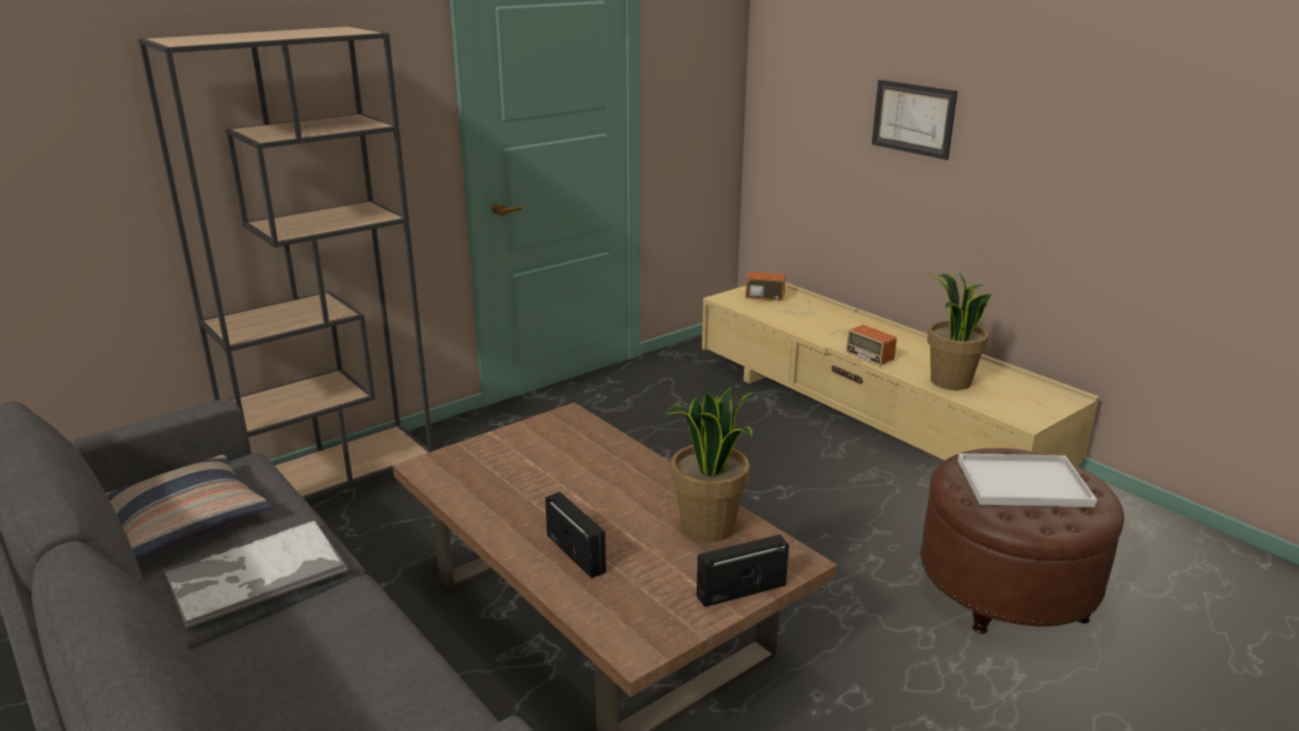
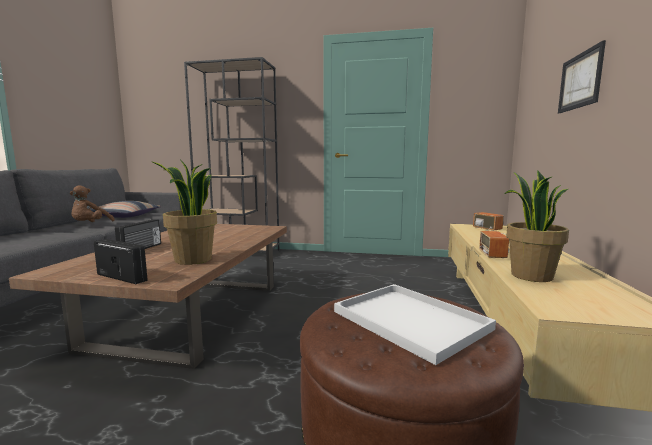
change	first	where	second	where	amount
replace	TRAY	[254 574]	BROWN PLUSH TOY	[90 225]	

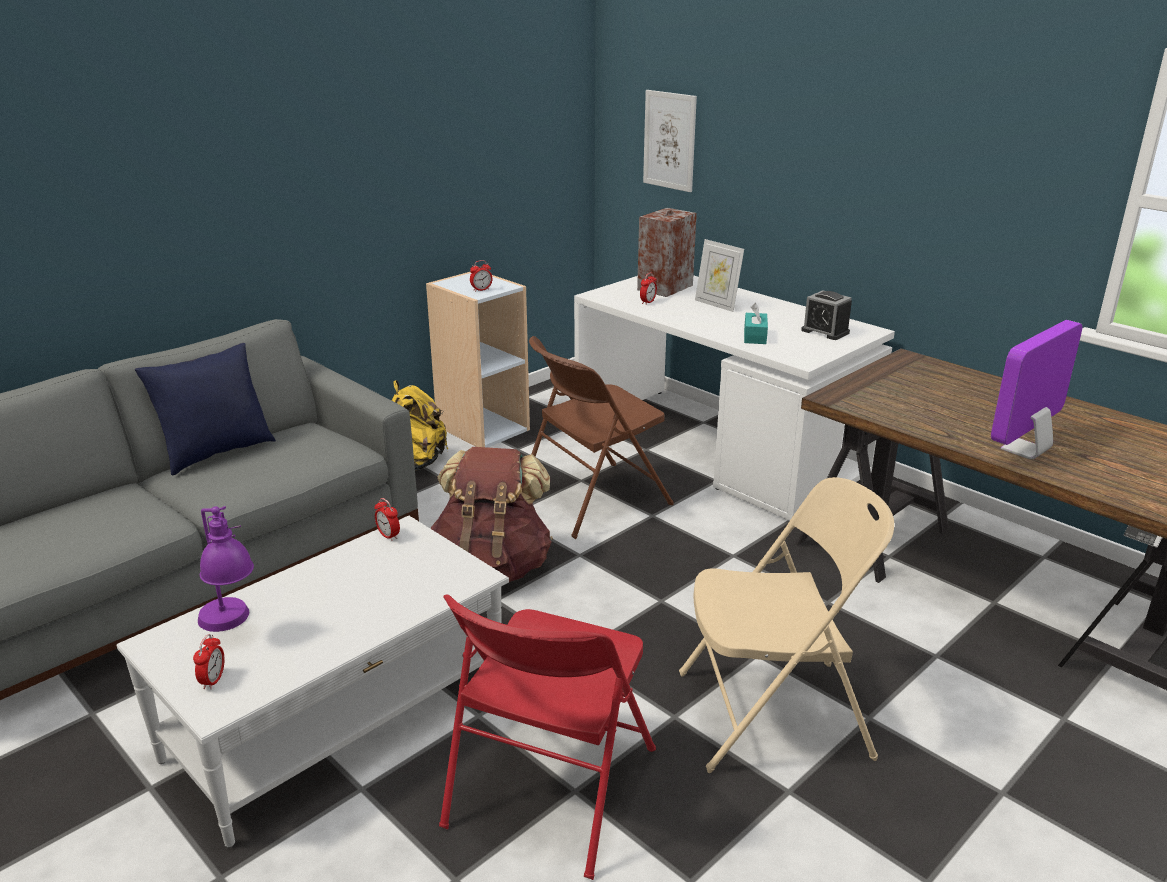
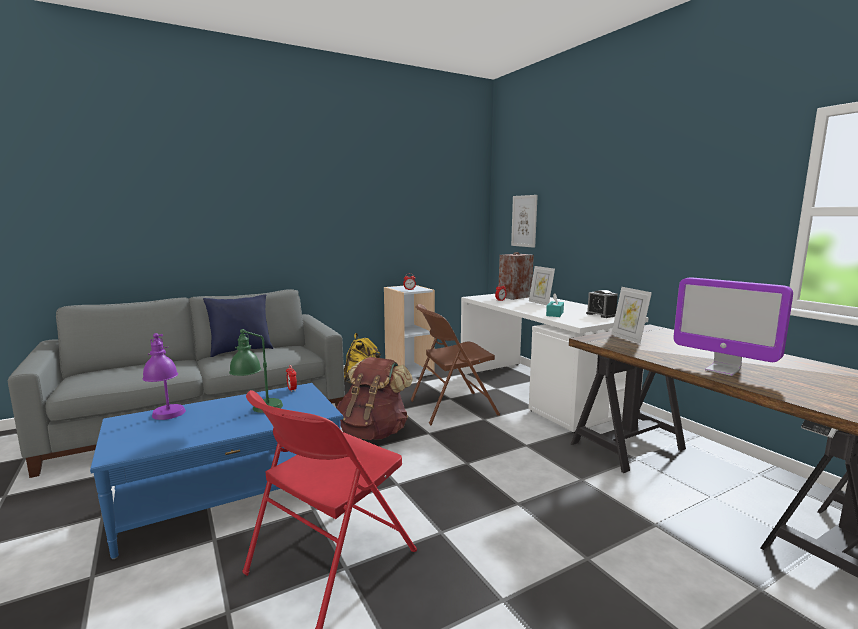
change	first	where	second	where	amount
recolor	WHITE COFFEE TABLE	[340 718]	BLUE COFFEE TABLE	[232 497]	
insert			GREEN TABLE LAMP	[259 411]	
insert			PICTURE FRAME	[628 338]	
rotate	MONITOR	[1025 450]		[722 370]	105 degrees counterclockwise
delete	ALARM CLOCK	[213 680]			
delete	BEIGE CHAIR	[773 714]			

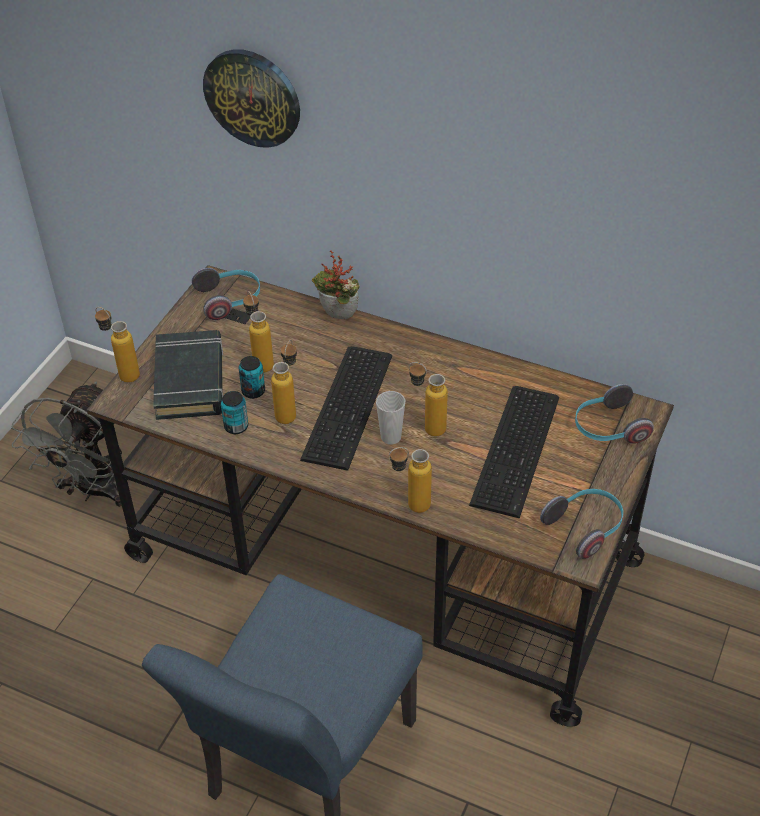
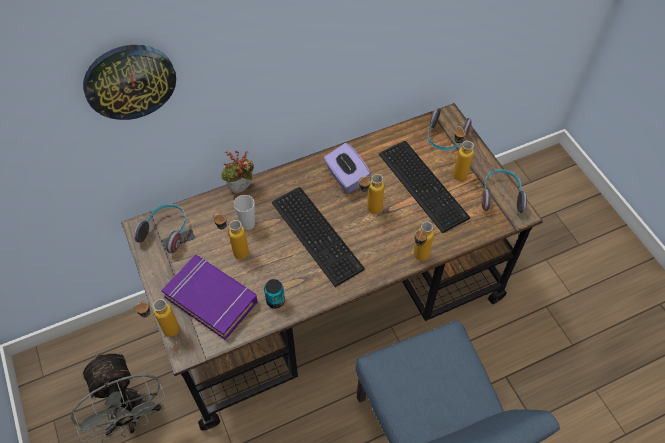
change	first	where	second	where	amount
recolor	BLACK BOOK	[190 380]	PURPLE BOOK	[211 299]	
move	CUP	[391 437]		[247 224]	
insert			PURPLE TISSUE BOX	[346 178]	
move	BOTTLE	[289 411]		[456 171]	
delete	CAN	[253 391]			

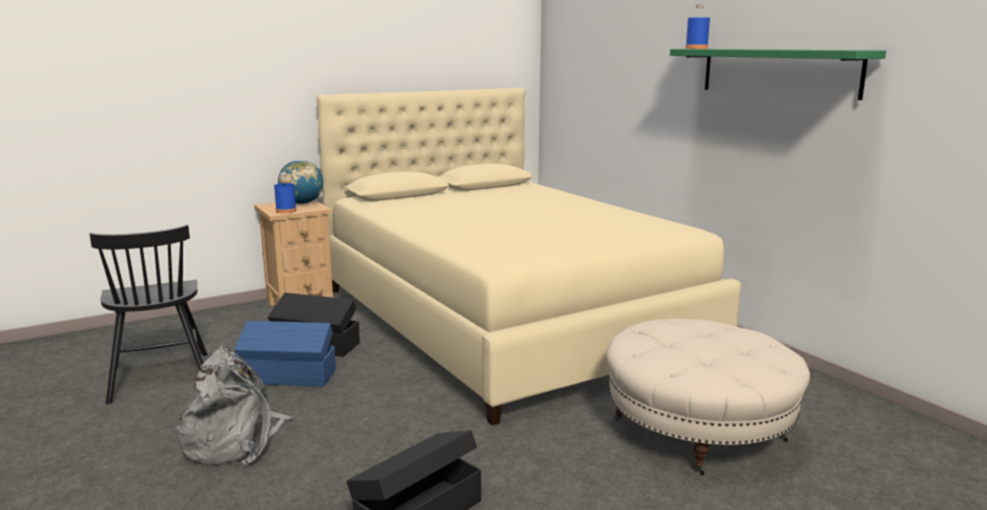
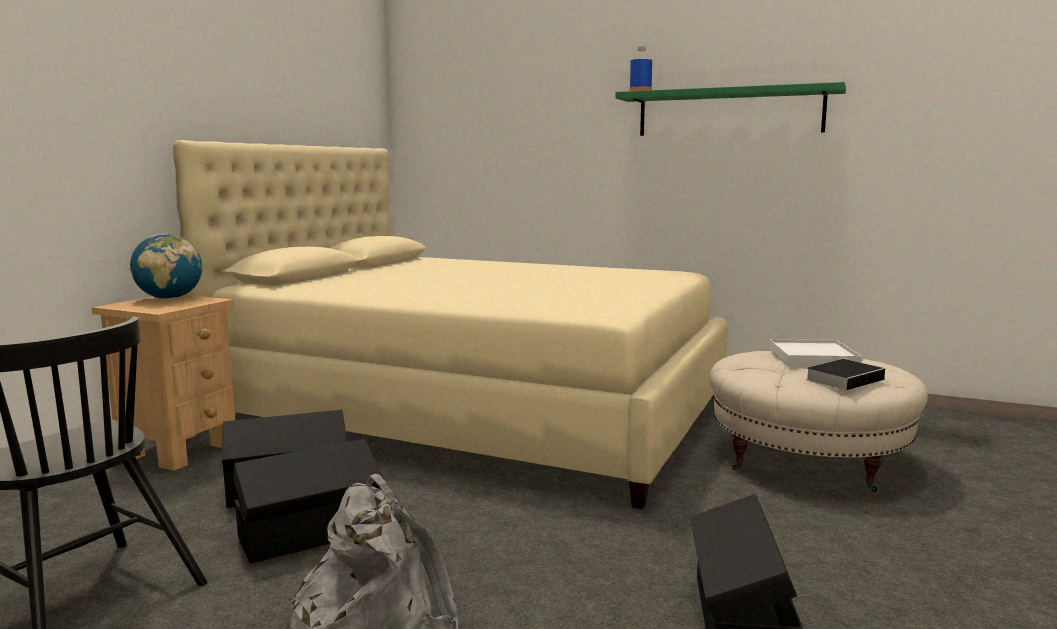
change	first	where	second	where	amount
recolor	BLUE STORAGE BOX	[289 377]	BLACK STORAGE BOX	[313 534]	
insert			WHITE TRAY	[813 357]	
insert			BOOK	[845 379]	
delete	BLUE BOTTLE	[286 211]			

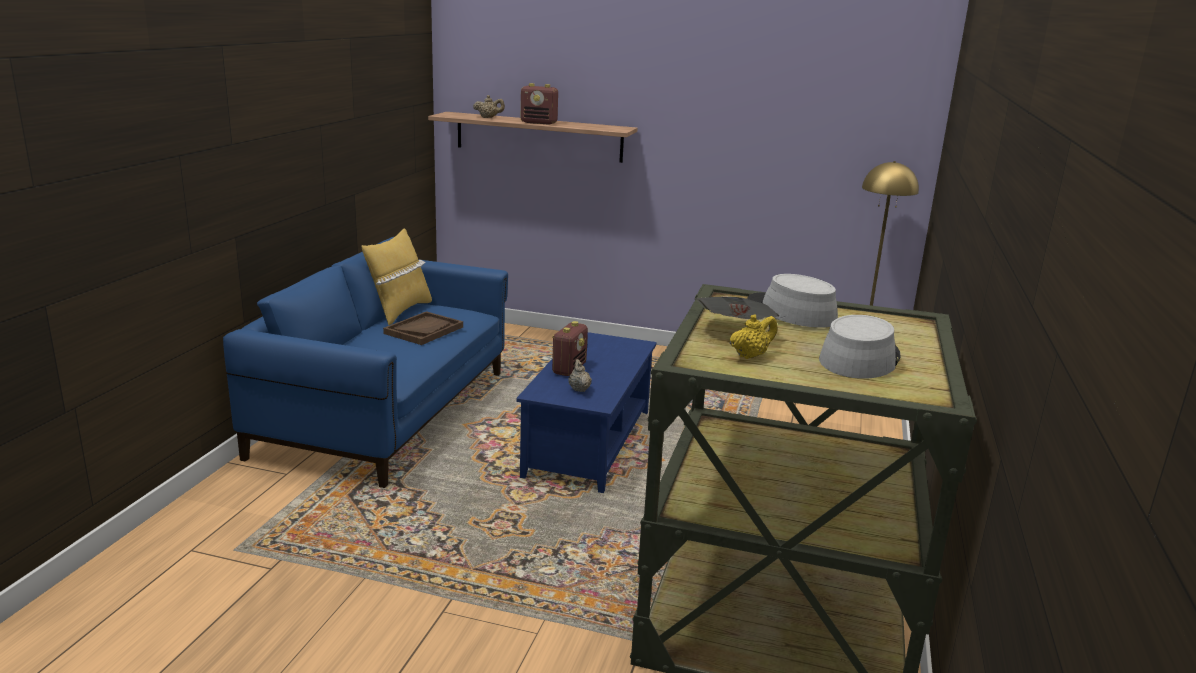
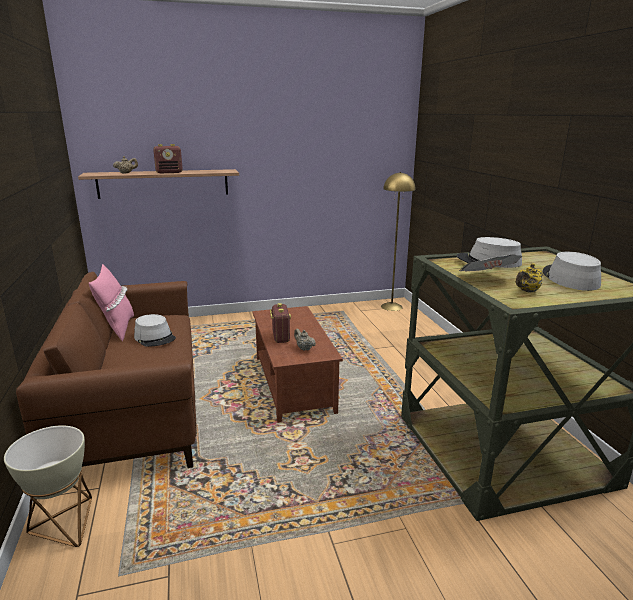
change	first	where	second	where	amount
insert			PLANTER	[64 525]	
recolor	BLUE SOFA	[387 413]	BROWN SOFA	[134 409]	
recolor	YELLOW PILLOW	[399 311]	PINK PILLOW	[117 328]	
replace	BROWN TRAY	[424 330]	GREY HAT	[155 337]	
recolor	BLUE COFFEE TABLE	[587 443]	BROWN COFFEE TABLE	[292 384]	
rotate	YELLOW TEAPOT	[750 355]		[527 291]	150 degrees counterclockwise

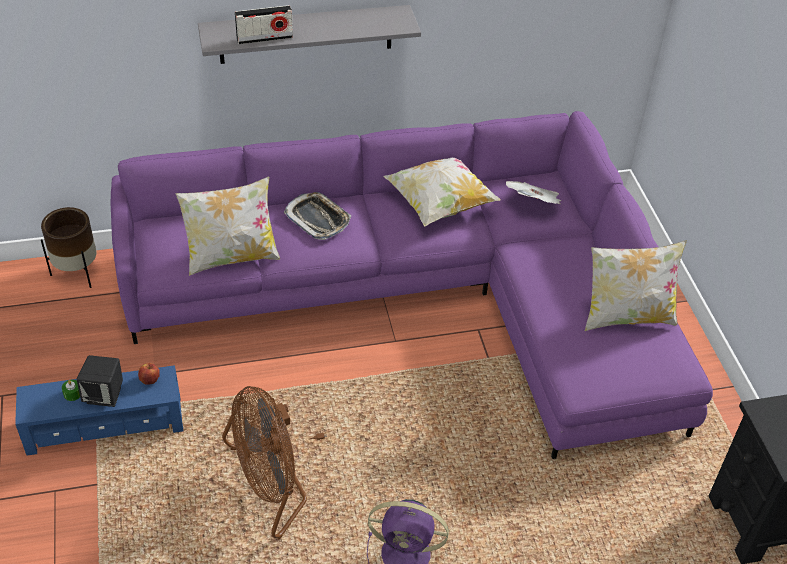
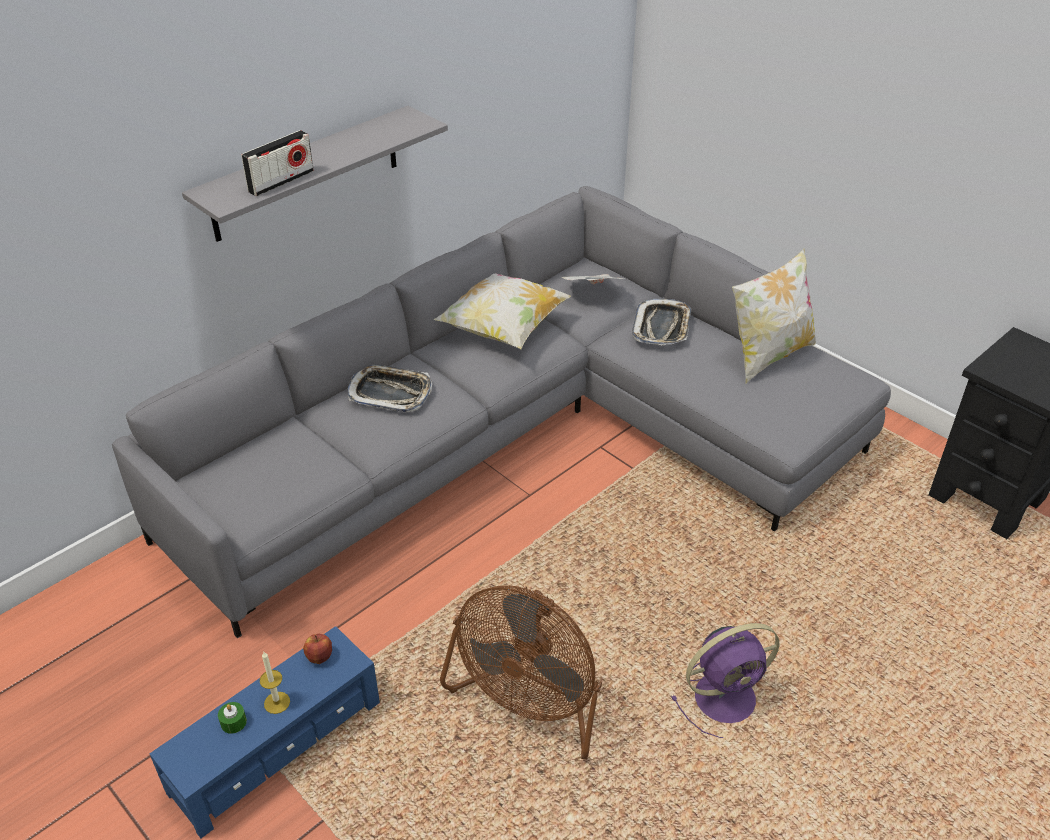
change	first	where	second	where	amount
recolor	PURPLE SOFA	[430 296]	GREY SOFA	[527 437]	
replace	BLACK SPEAKER	[104 395]	CANDLE	[277 702]	
insert			TRAY	[662 327]	
delete	BROWN PLANTER	[78 272]			
delete	PILLOW	[232 257]			

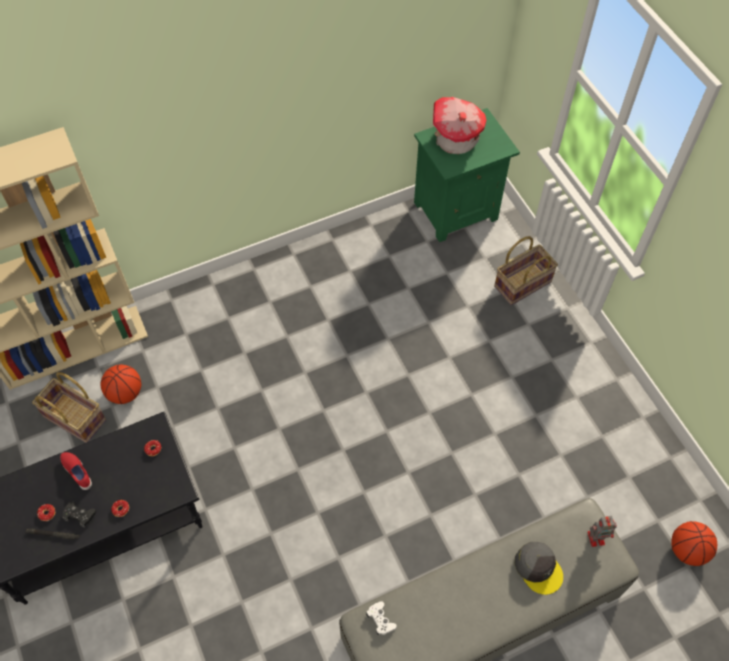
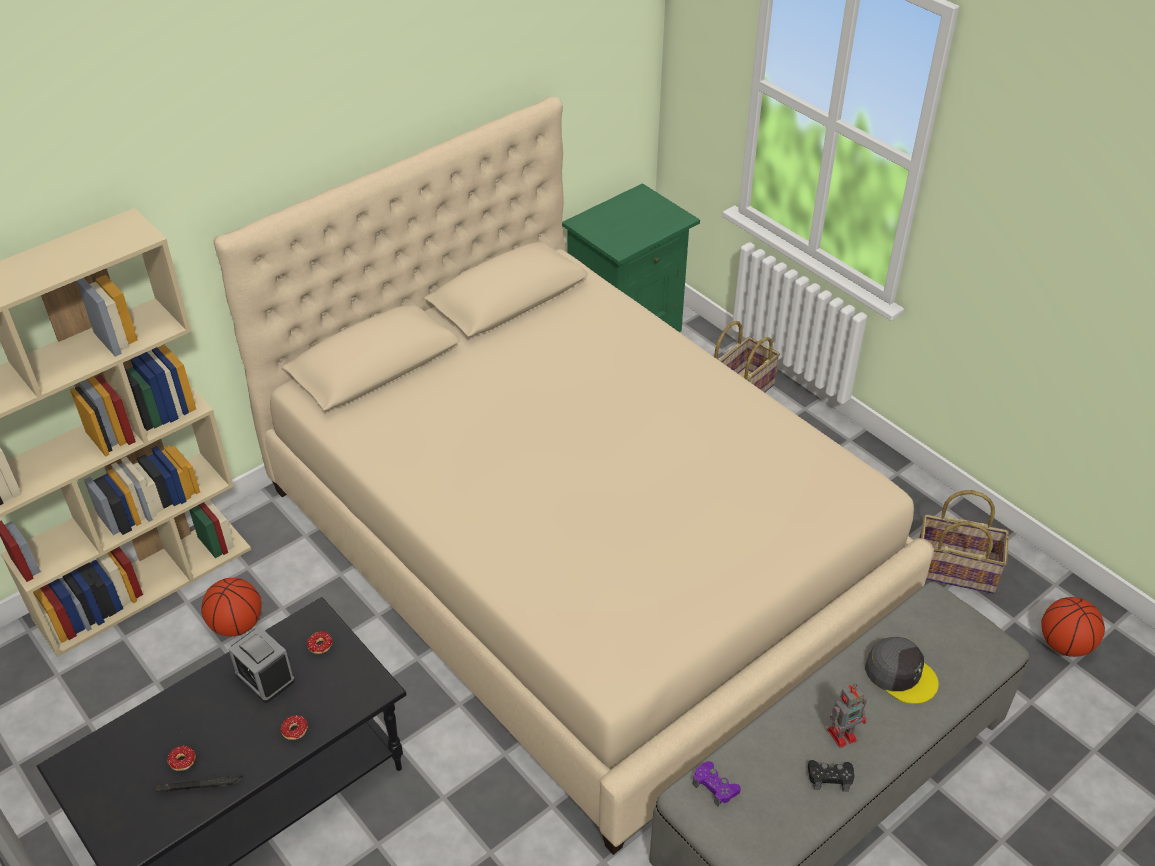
change	first	where	second	where	amount
insert			BEIGE BED	[576 551]	
insert			ALARM CLOCK	[265 677]	
recolor	WHITE GAME CONTROLLER	[381 620]	PURPLE GAME CONTROLLER	[715 786]	
move	BLACK GAME CONTROLLER	[80 515]		[830 777]	
move	TOY ROBOT	[597 538]		[843 734]	
move	BASKET	[76 417]		[955 569]	
delete	RED SHOE	[78 472]			
delete	TOY HOUSE	[455 139]			

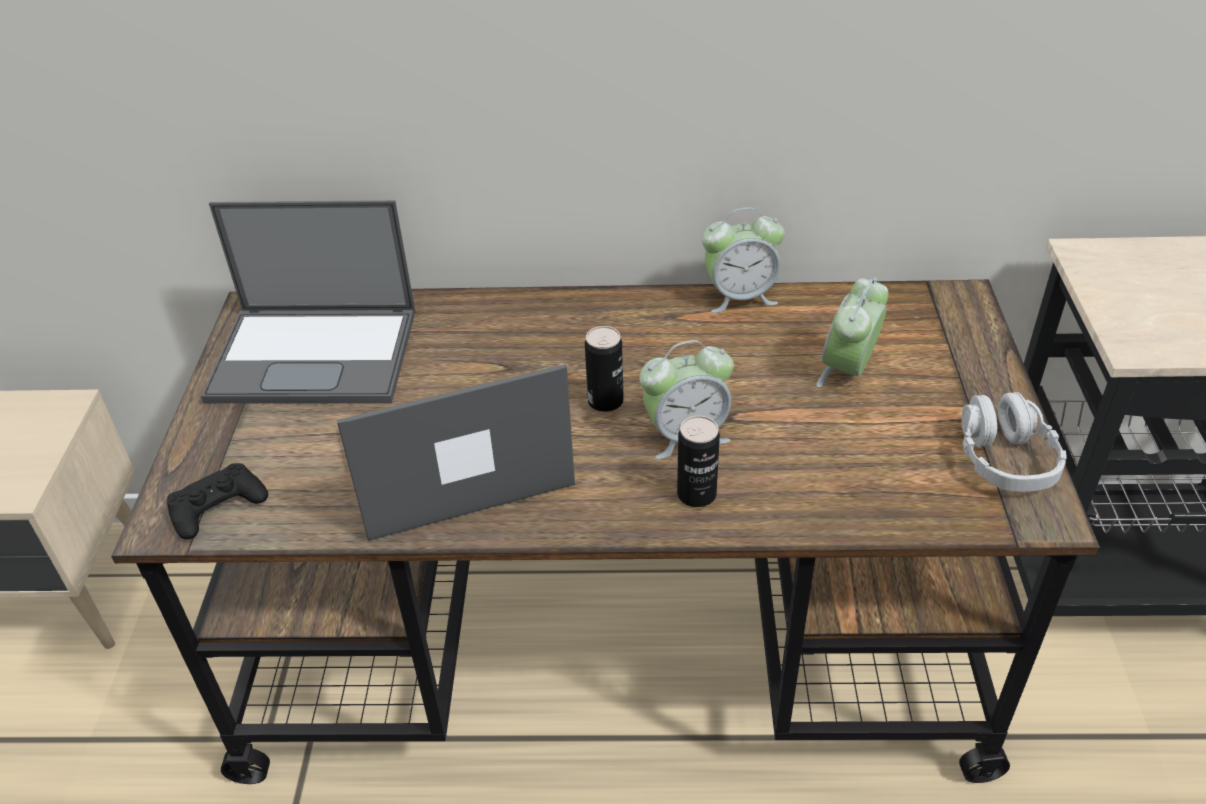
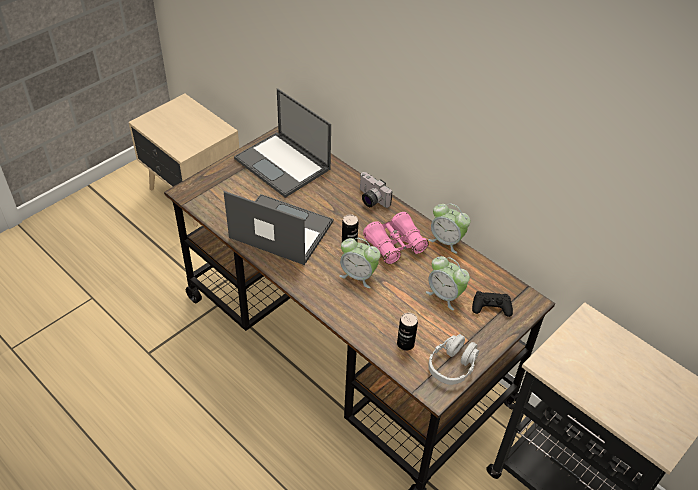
change	first	where	second	where	amount
insert			PHOTO CAMERA	[370 199]	
insert			PINK BINOCULARS	[395 245]	
move	CAN	[696 494]		[405 344]	
rotate	ALARM CLOCK	[848 370]		[445 295]	120 degrees counterclockwise
move	BLACK GAME CONTROLLER	[217 506]		[491 306]	

